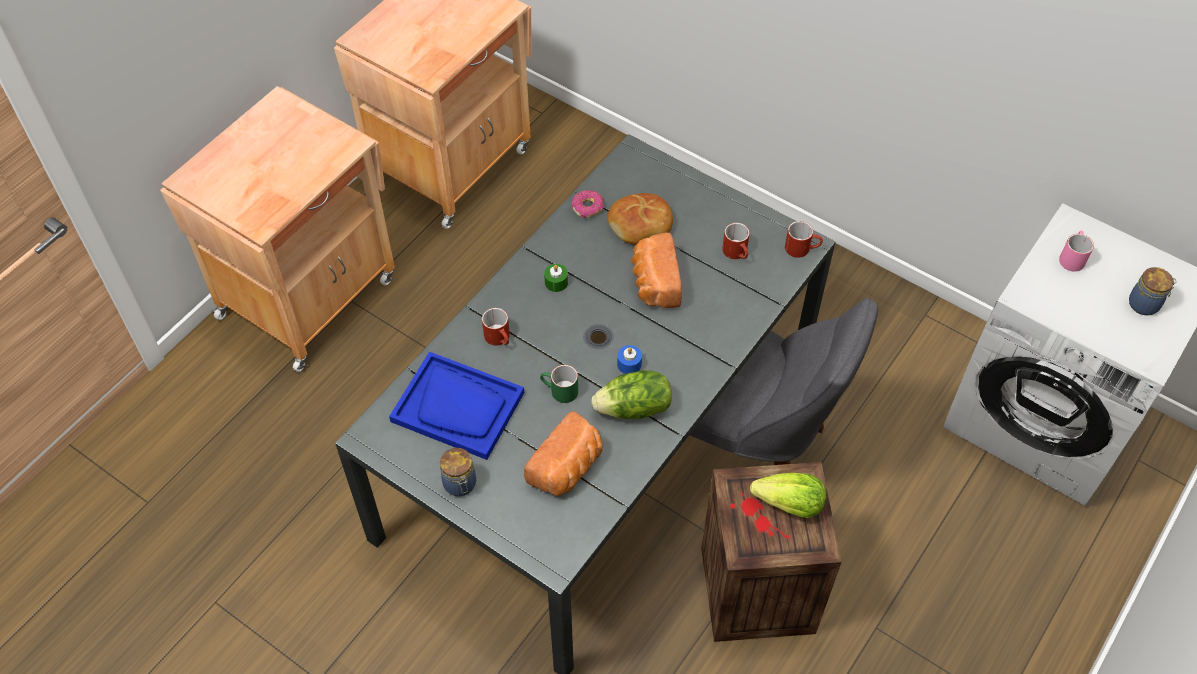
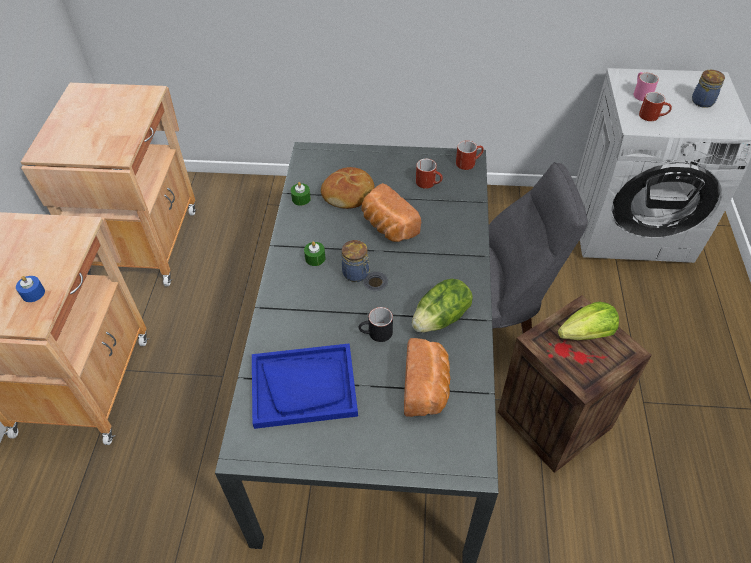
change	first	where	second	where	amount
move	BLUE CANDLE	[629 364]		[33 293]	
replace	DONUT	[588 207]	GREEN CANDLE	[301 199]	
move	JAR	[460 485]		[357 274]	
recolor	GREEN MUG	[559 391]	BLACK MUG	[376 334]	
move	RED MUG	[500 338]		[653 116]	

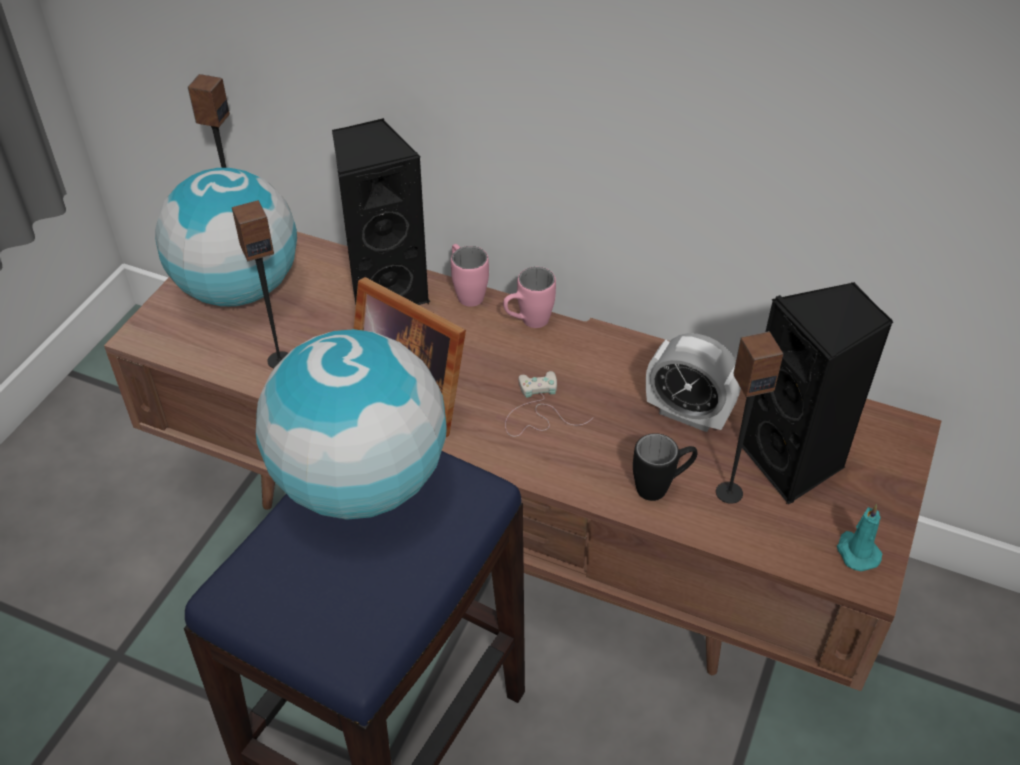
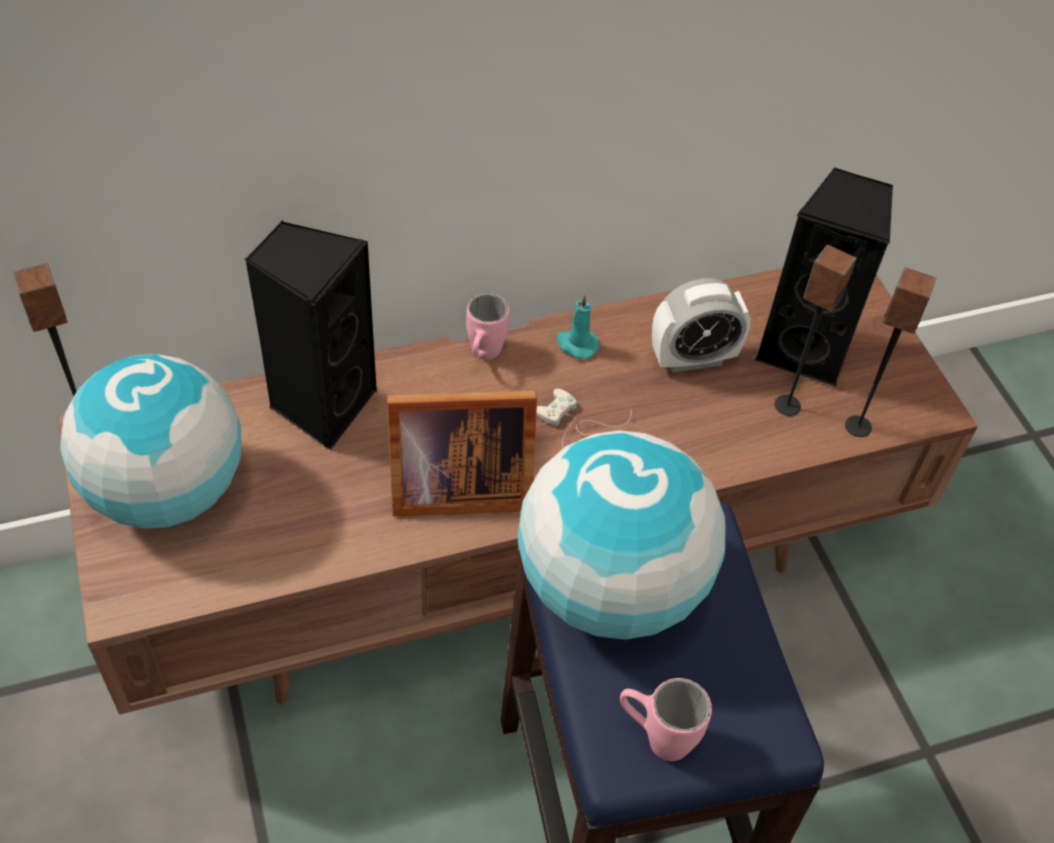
change	first	where	second	where	amount
move	TURQUOISE CANDLE	[856 551]		[576 344]	
move	PINK MUG	[466 292]		[655 737]	
move	SPEAKER	[279 360]		[857 426]	
delete	BLACK MUG	[661 487]			

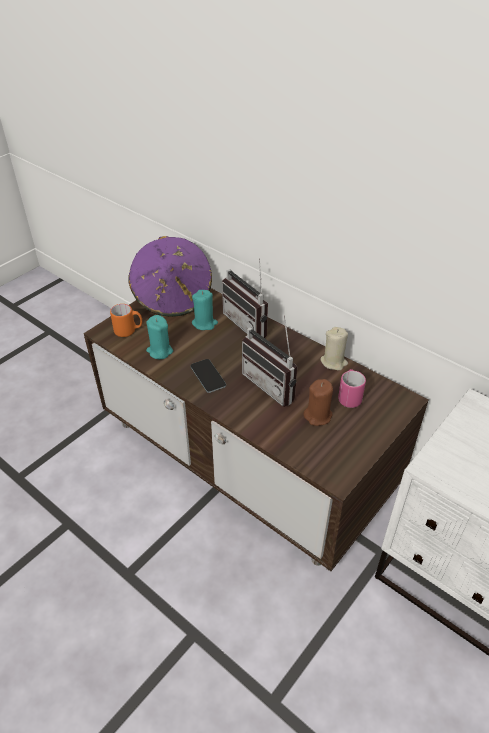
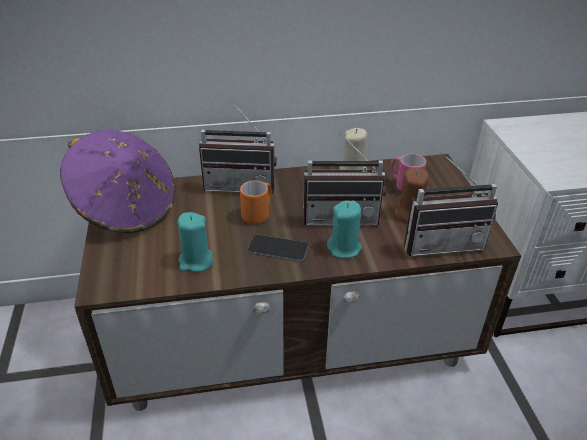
change	first	where	second	where	amount
move	ORANGE MUG	[129 331]		[258 214]	
move	TURQUOISE CANDLE	[204 323]		[344 248]	
insert			RADIO	[441 242]	

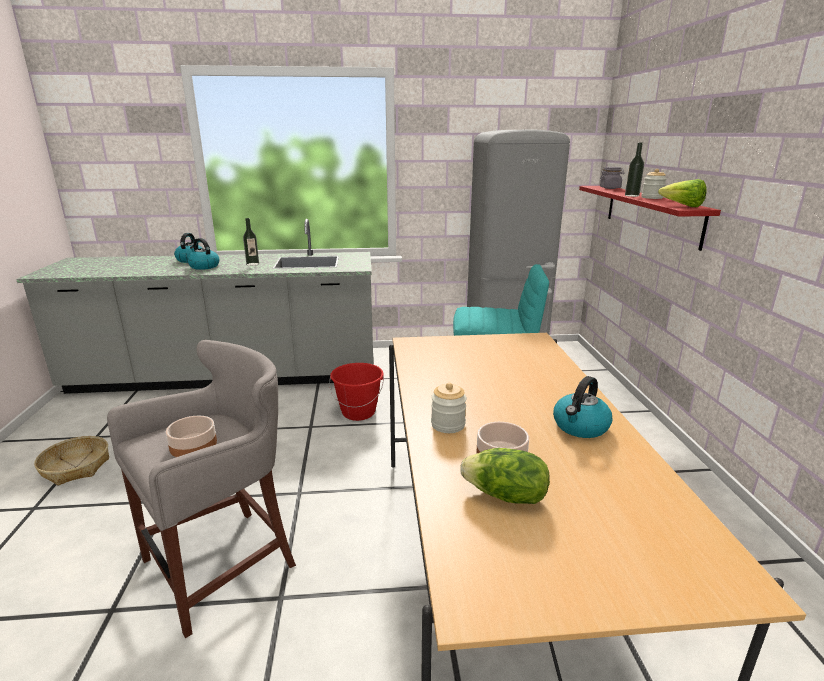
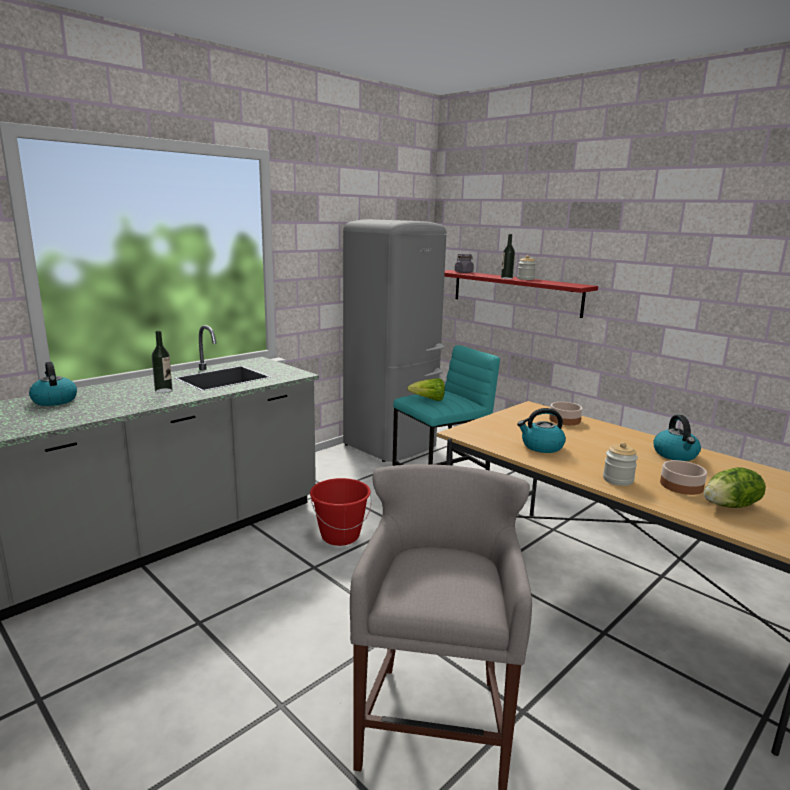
change	first	where	second	where	amount
move	LETTUCE	[682 206]		[429 400]	
move	KETTLE	[204 266]		[541 446]	
move	BOWL	[193 445]		[565 420]	
delete	BASKET	[76 467]			

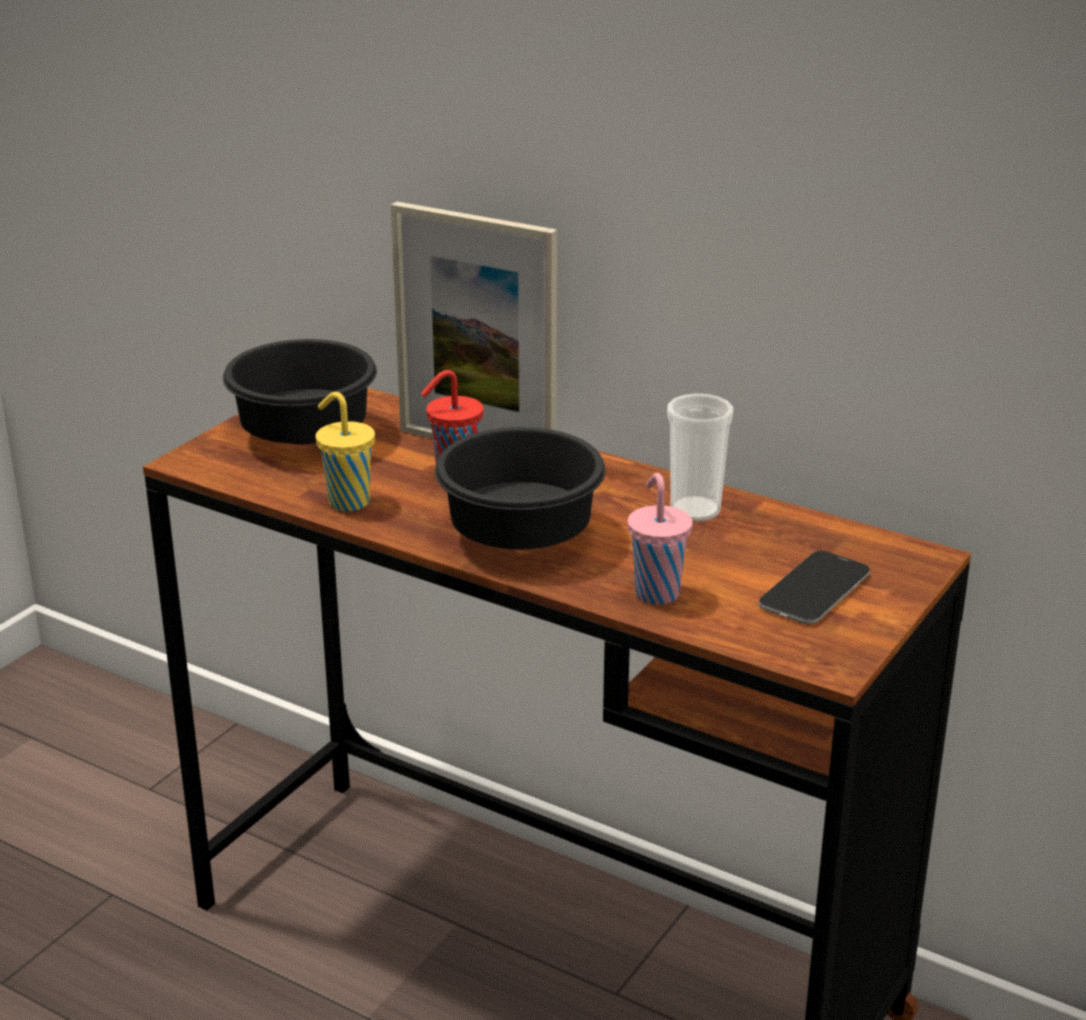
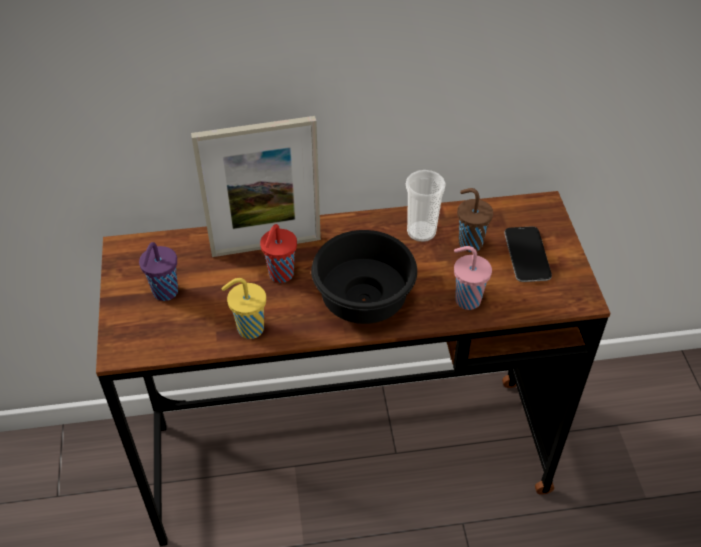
change	first	where	second	where	amount
replace	BLACK BOWL	[304 437]	PURPLE CUP	[164 293]	
insert			BROWN CUP	[469 242]	

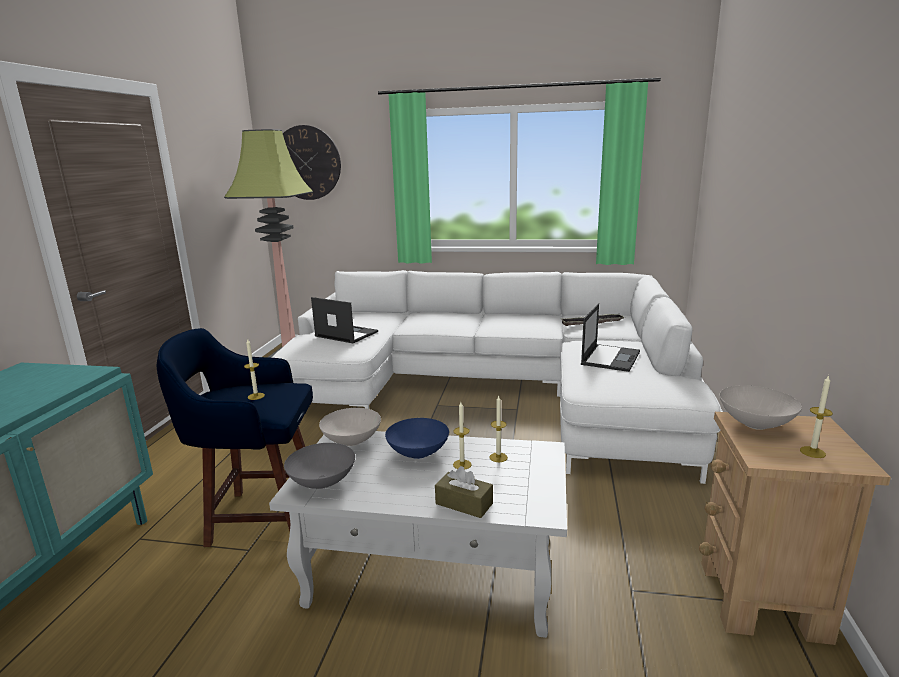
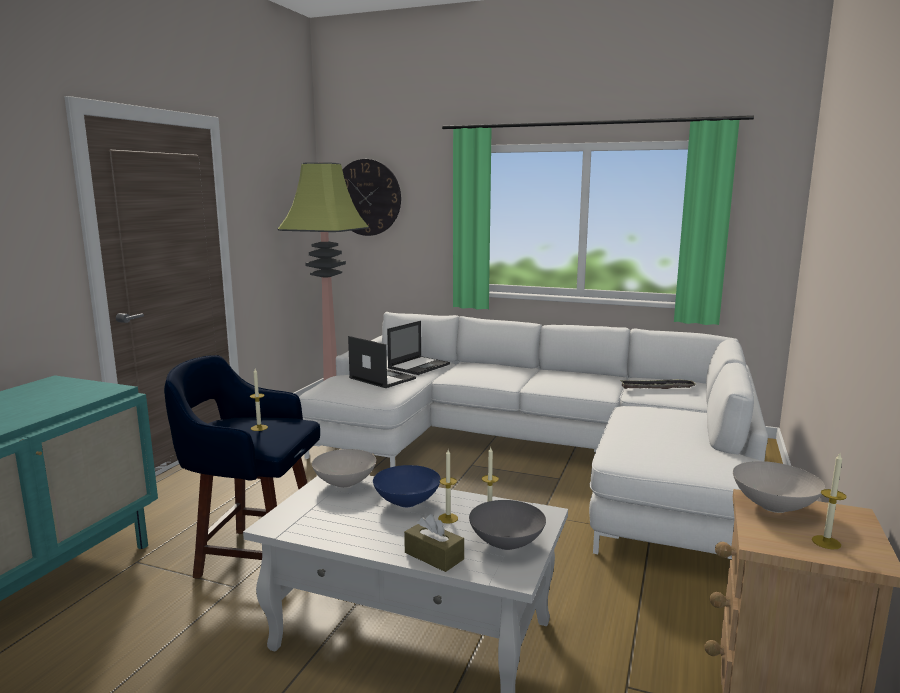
change	first	where	second	where	amount
move	LAPTOP	[610 358]		[419 366]	
move	GREY BOWL	[321 483]		[505 543]	

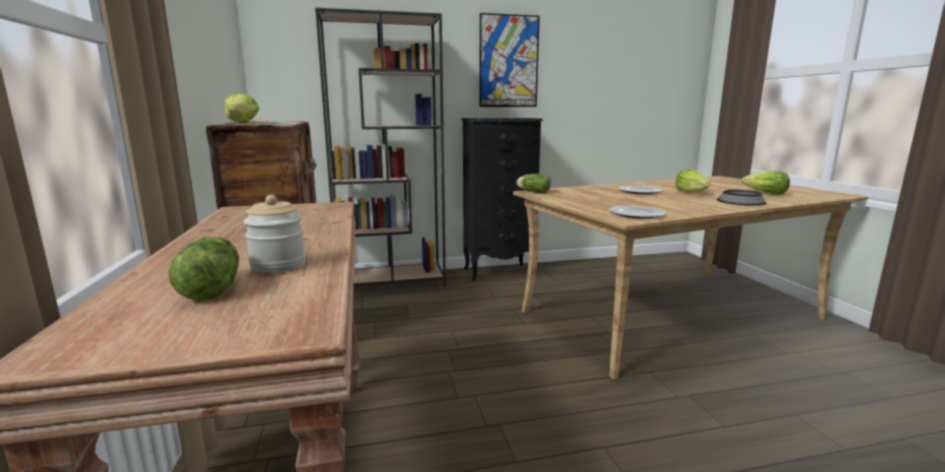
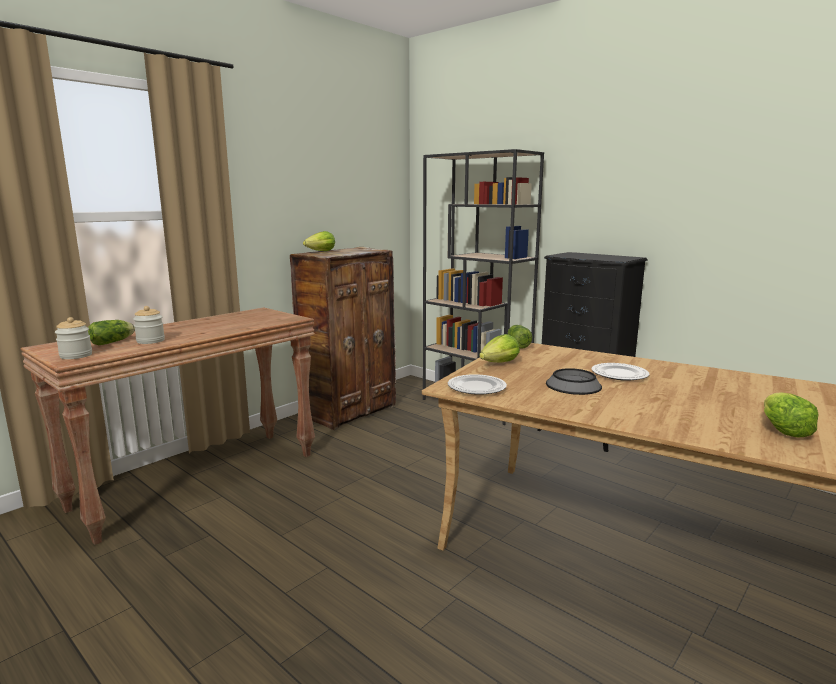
change	first	where	second	where	amount
insert			JAR	[76 355]	
move	LETTUCE	[692 192]		[499 363]	
move	BOWL	[740 201]		[573 385]	
delete	PICTURE	[508 61]			

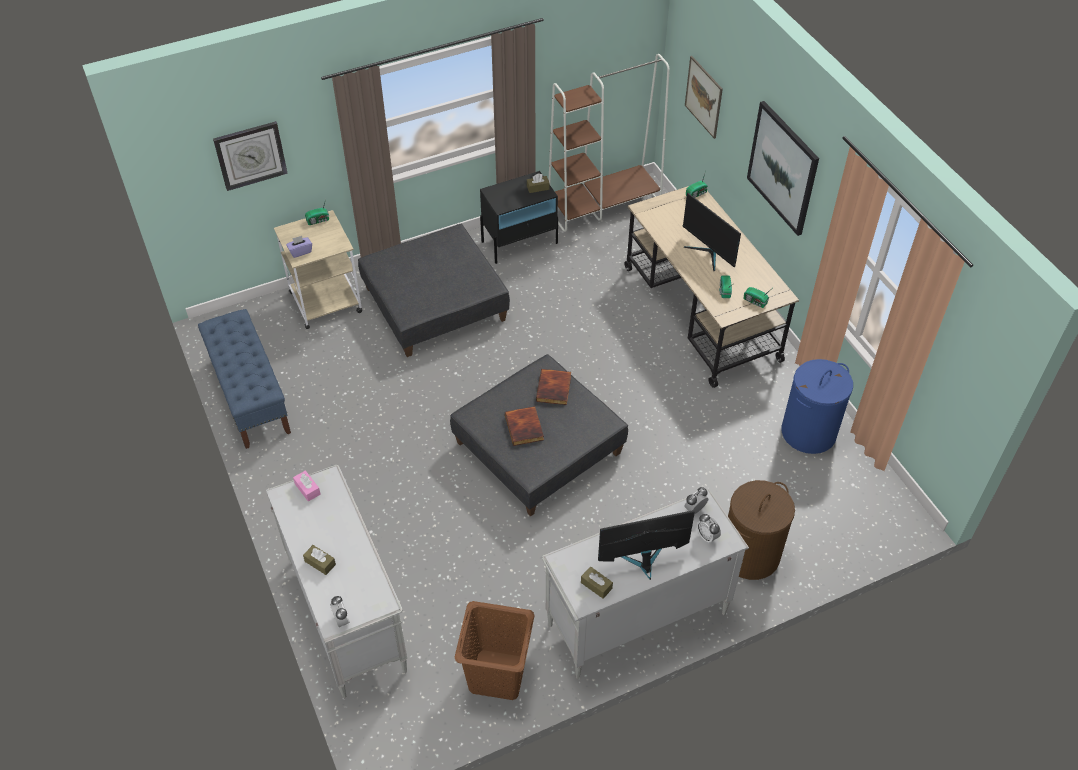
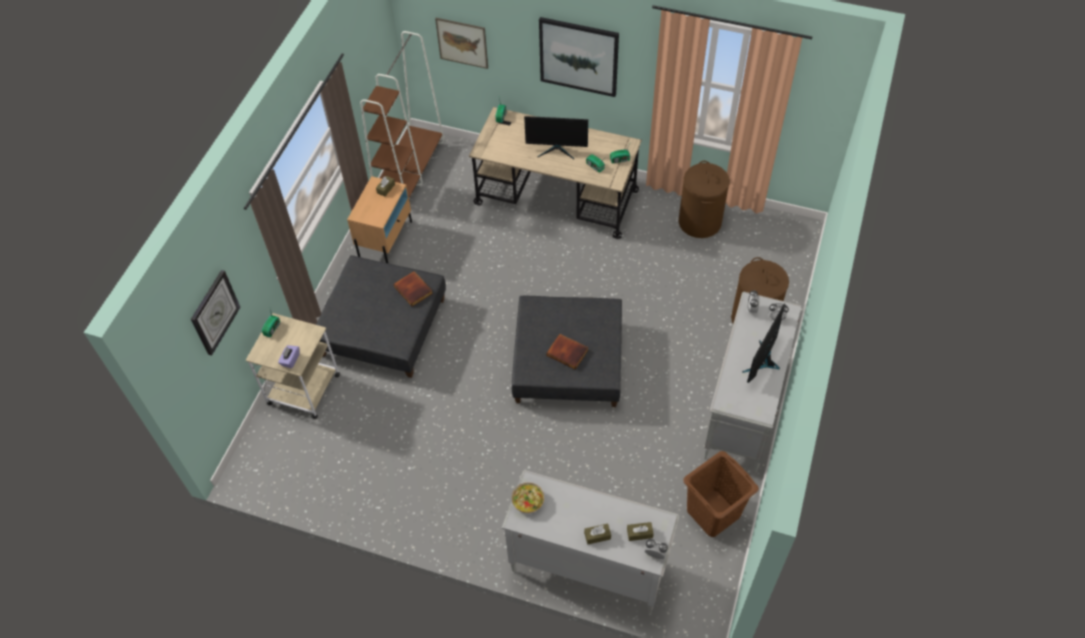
change	first	where	second	where	amount
recolor	BLACK NIGHTSTAND	[520 242]	BEIGE NIGHTSTAND	[386 240]	
move	BOOK	[554 389]		[414 290]	
replace	PINK TISSUE BOX	[307 489]	BOWL	[528 501]	
move	BROWN TISSUE BOX	[596 585]		[639 533]	
recolor	BLUE LAUNDRY BASKET	[808 432]	BROWN LAUNDRY BASKET	[700 222]	
delete	BLUE BENCH	[250 396]			

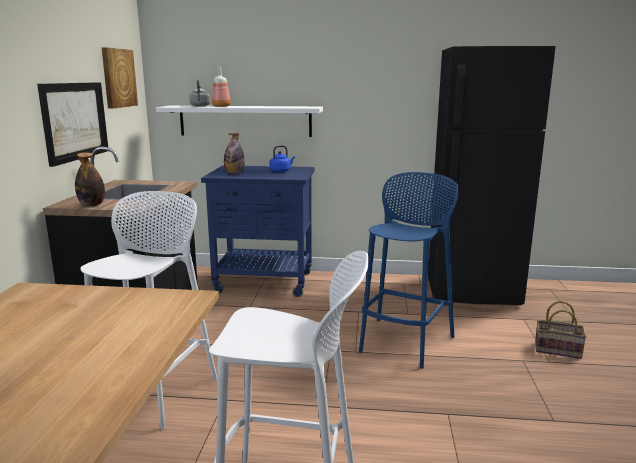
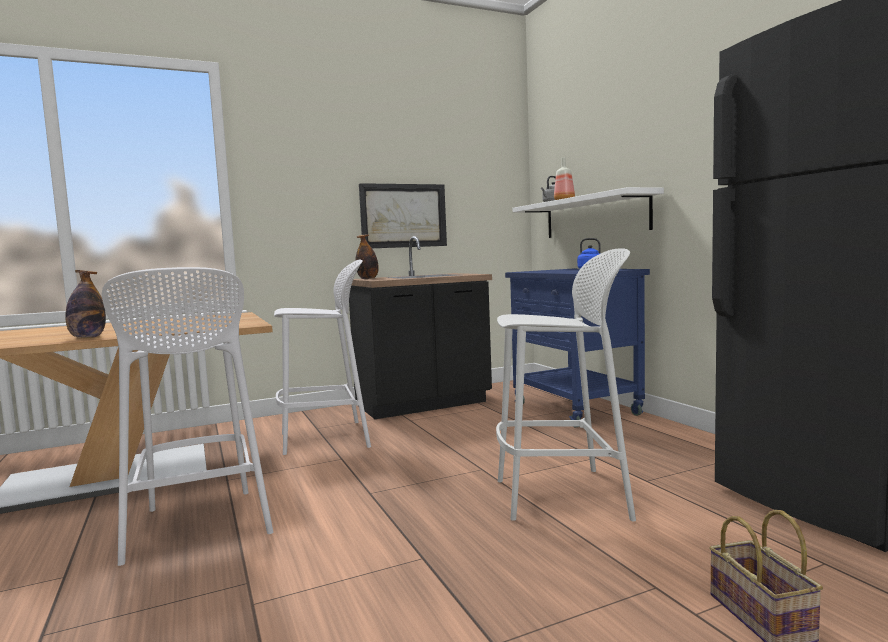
change	first	where	second	where	amount
move	BOTTLE	[234 173]		[87 337]	
recolor	BLUE STOOL	[404 342]	WHITE STOOL	[563 496]	
delete	PICTURE	[118 78]			

